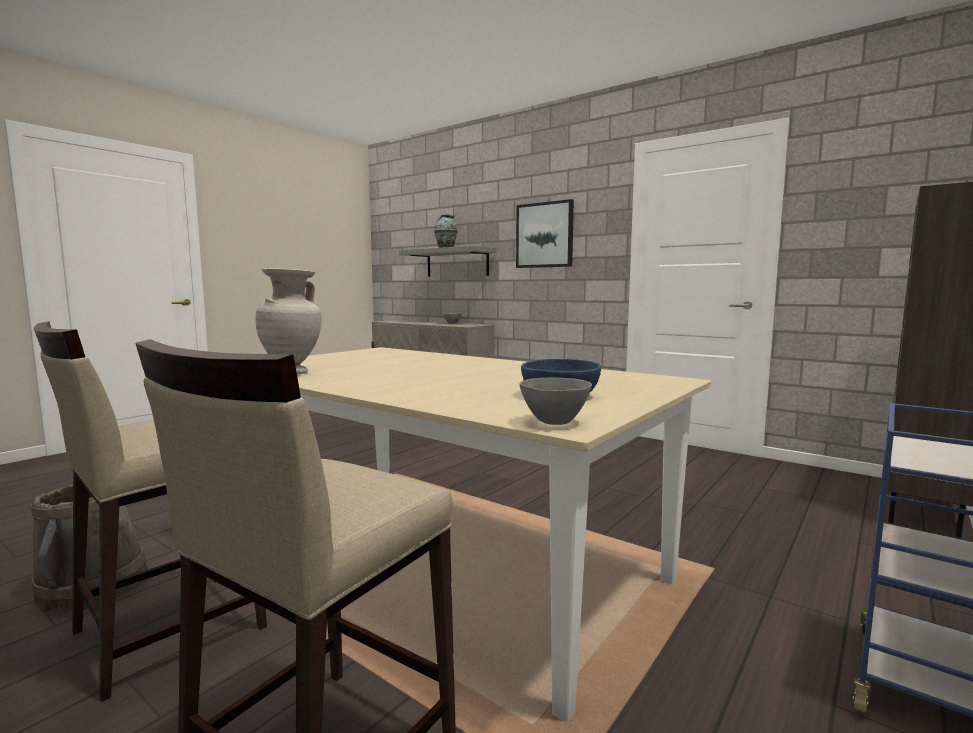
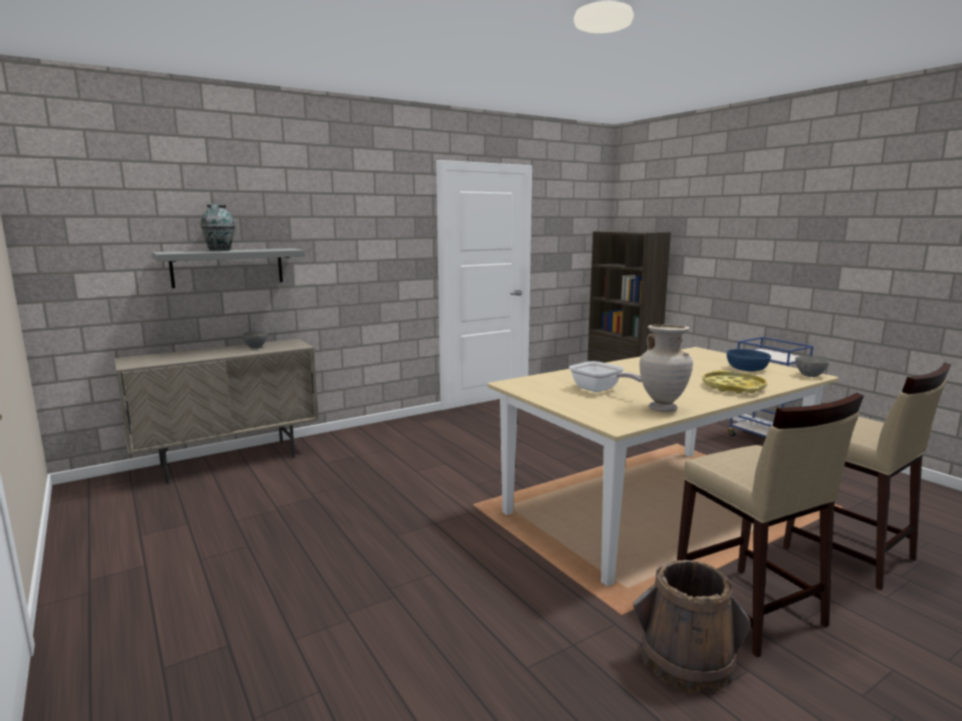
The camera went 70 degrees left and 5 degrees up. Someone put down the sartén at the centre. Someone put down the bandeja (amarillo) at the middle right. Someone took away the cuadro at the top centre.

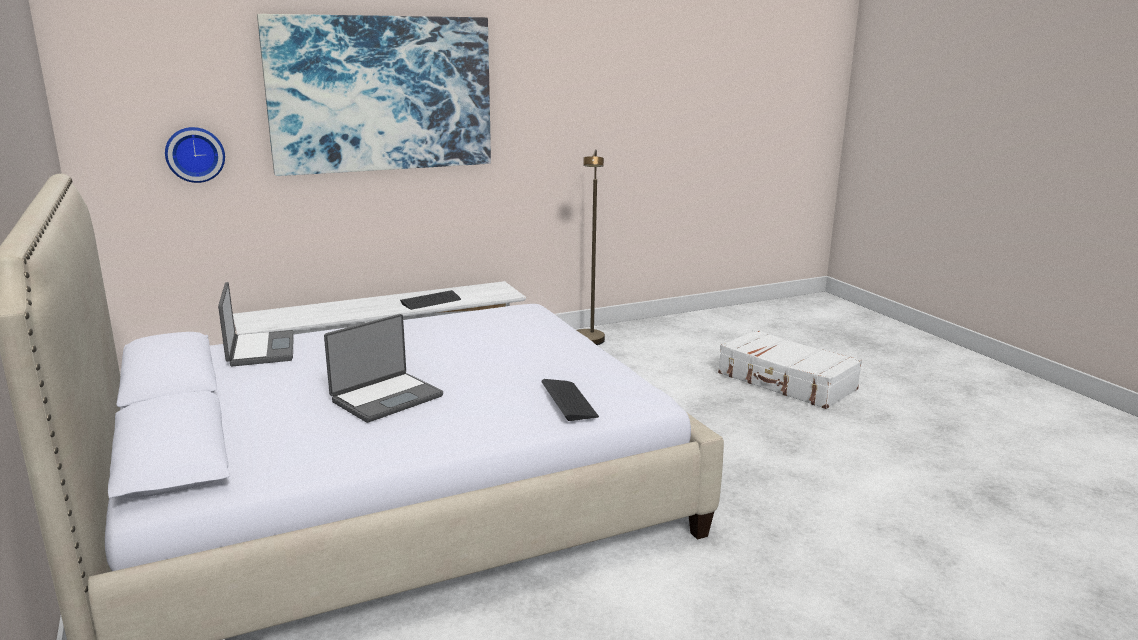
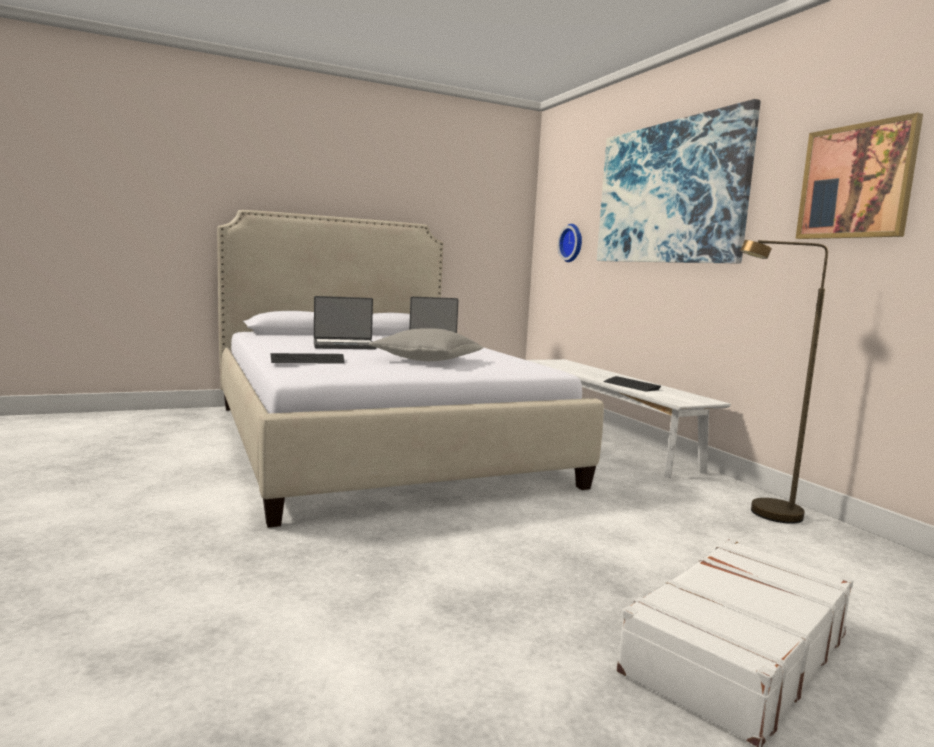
The camera went 90 degrees right and 10 degrees down. Someone rotated the portátil (no. 2 from left in the first image) at the centre by 60 degrees counterclockwise. Someone put down the cojín (gris) at the centre. Someone put up the cuadro (no. 2 from left) at the top right.

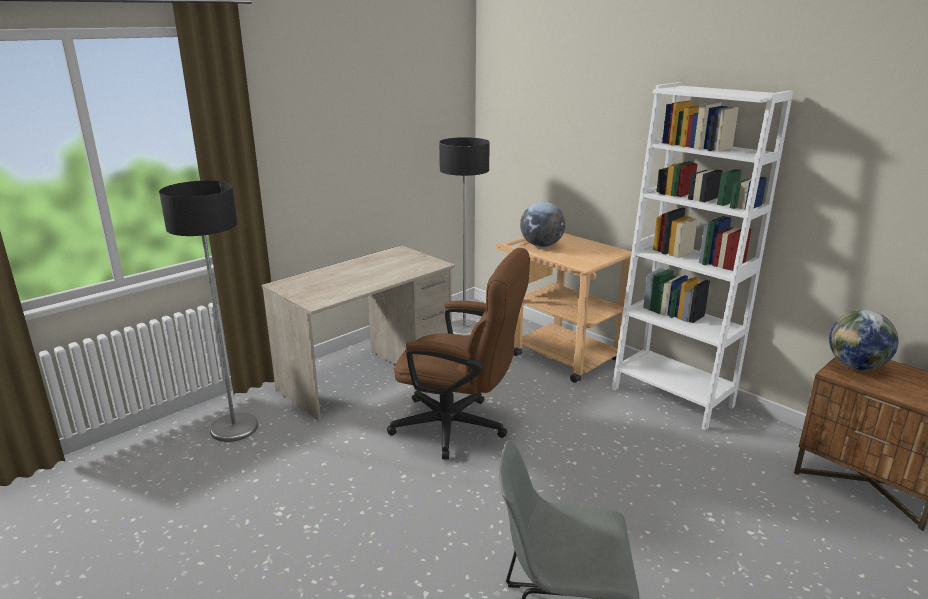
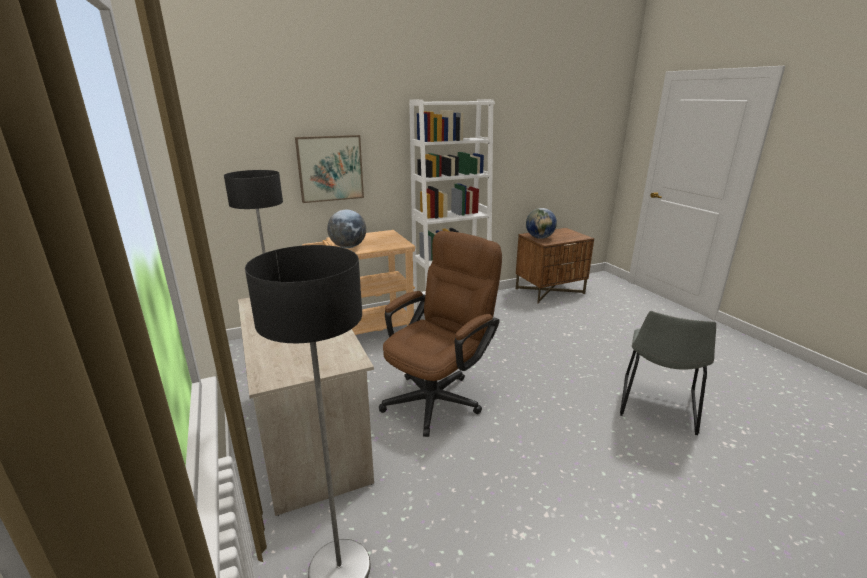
The camera went 70 degrees left and 0 degrees up. Someone put up the cuadro at the top centre.

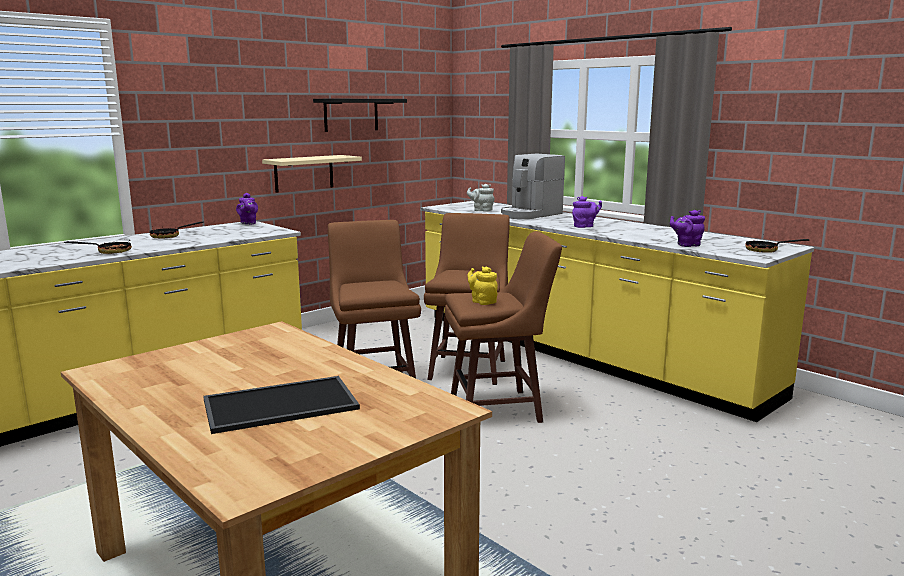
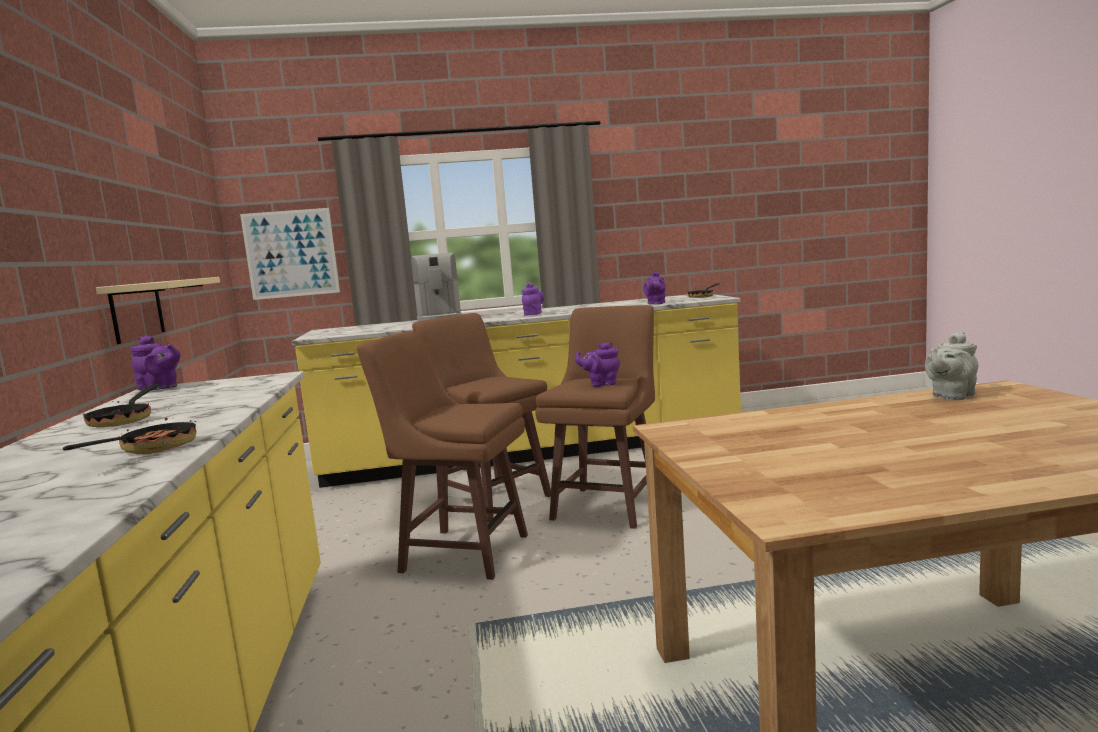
The camera went 55 degrees left and 5 degrees down. Someone put up the cuadro at the middle left. Someone repainted the tetera (amarillo) at the centre, which became the tetera (morado) (no. 3 from left) at the centre. Someone carried the tetera (gris) from the centre to the middle right. Someone took away the bandeja at the bottom left. Someone took away the estante (negro) at the top centre.

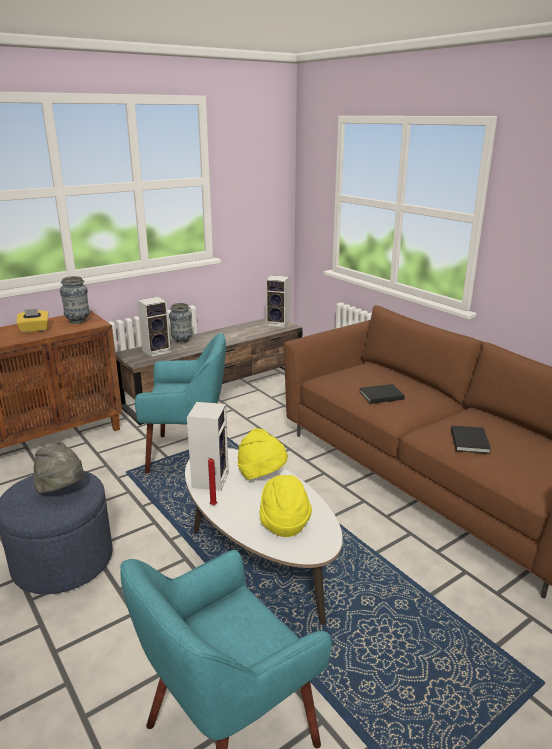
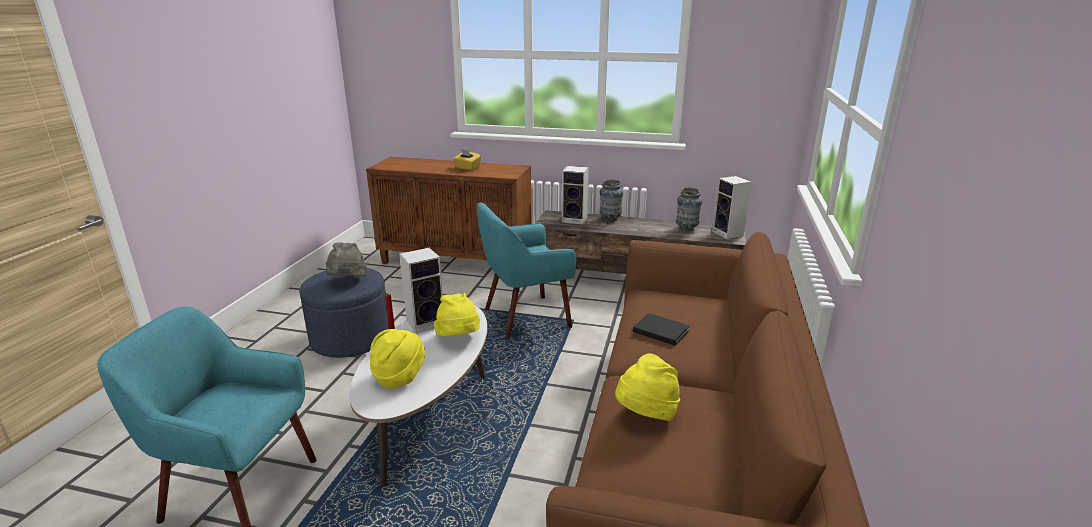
The camera went 50 degrees right and 0 degrees up. Someone rotated the sillón (turquesa) (no. 1 from left in the first image) at the middle left by 105 degrees clockwise. Someone swapped the libro (negro) (no. 2 from left) at the middle right for the sombrero (amarillo) (no. 3 from left) at the bottom centre. Someone carried the florero (no. 1 from left in the first image) from the middle left to the centre.

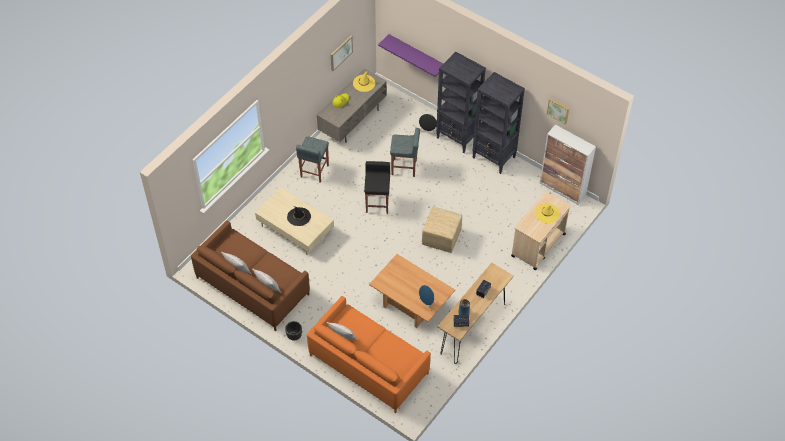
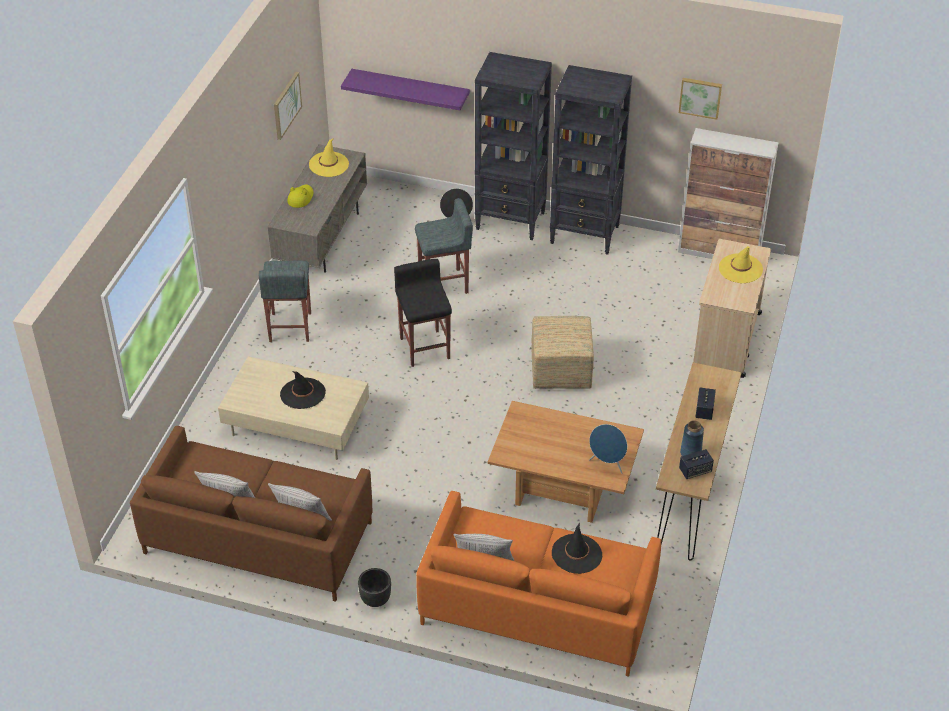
The camera went 20 degrees left and 10 degrees down. Someone put down the sombrero (negro) (no. 2 from left) at the bottom centre.

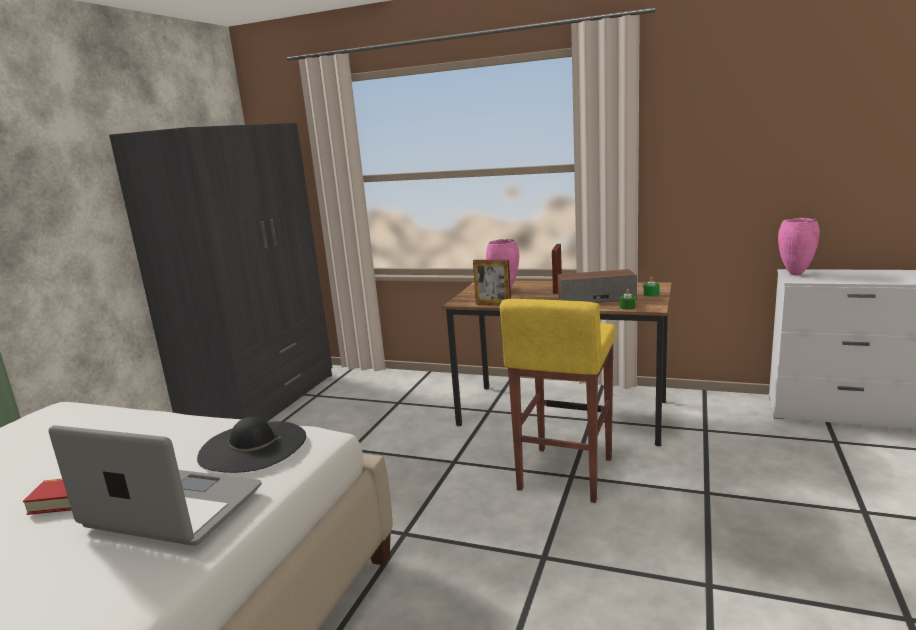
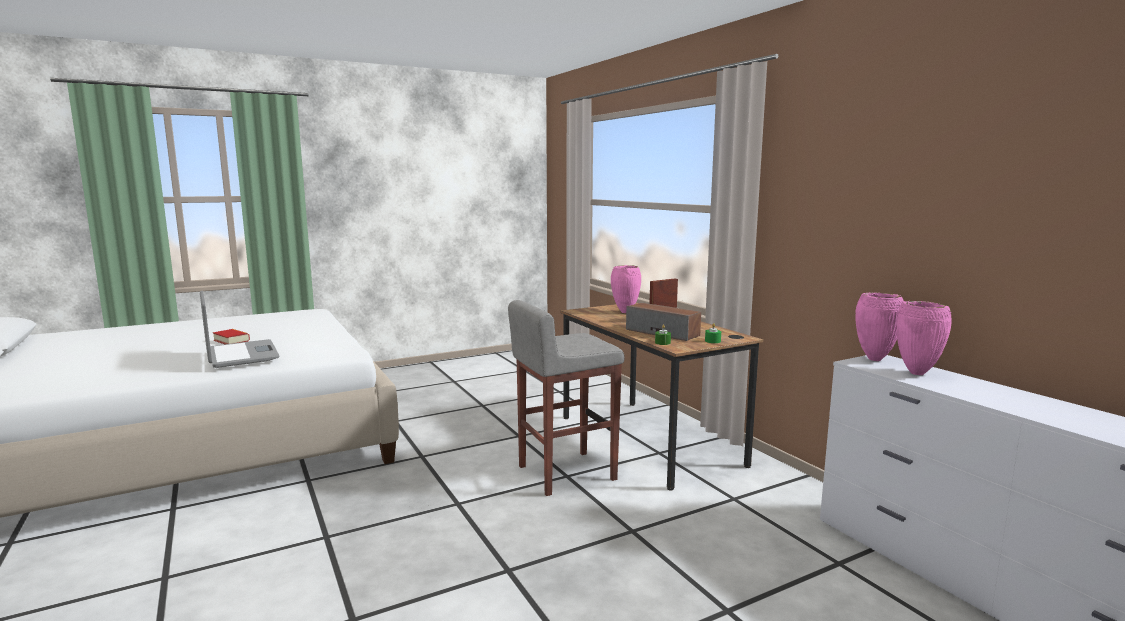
The camera went 40 degrees right and 5 degrees down. Someone repainted the taburete (amarillo) at the centre, which became the taburete (gris) at the centre. Someone put down the florero (rosa) (no. 3 from left) at the middle right. Someone took away the armario ropero (gris) at the middle left. Someone took away the sombrero (negro) at the bottom left. Someone took away the portarretratos (no. 1 from left) at the centre.

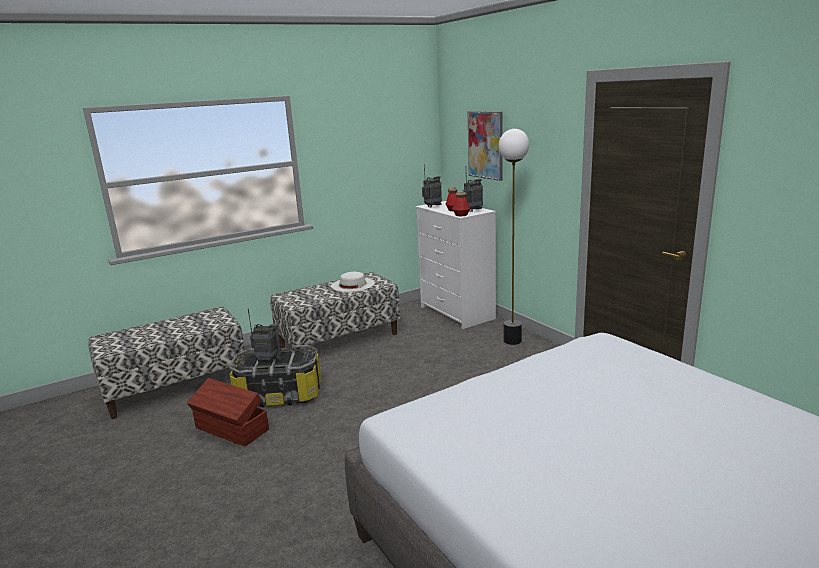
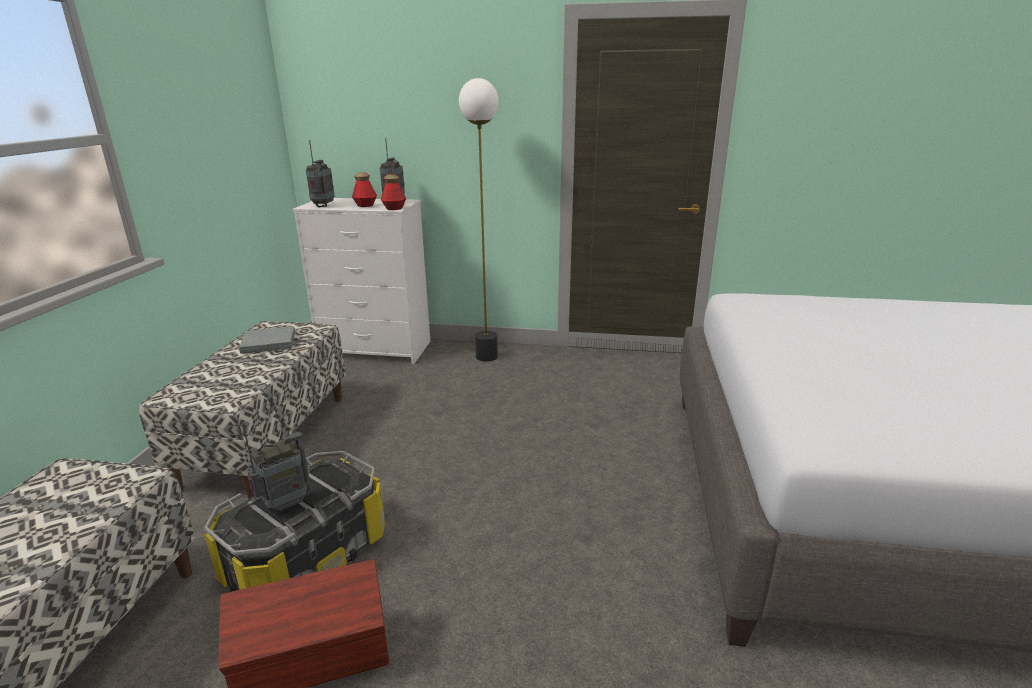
The camera went 50 degrees left and 5 degrees up. Someone swapped the sombrero (blanco) at the centre for the libro (gris) at the middle left. Someone took away the cuadro at the top centre.

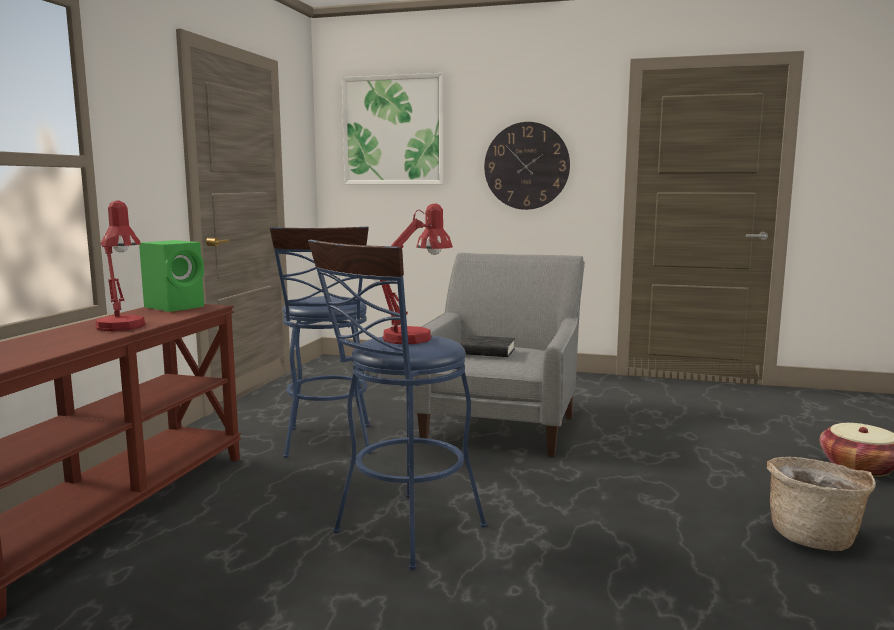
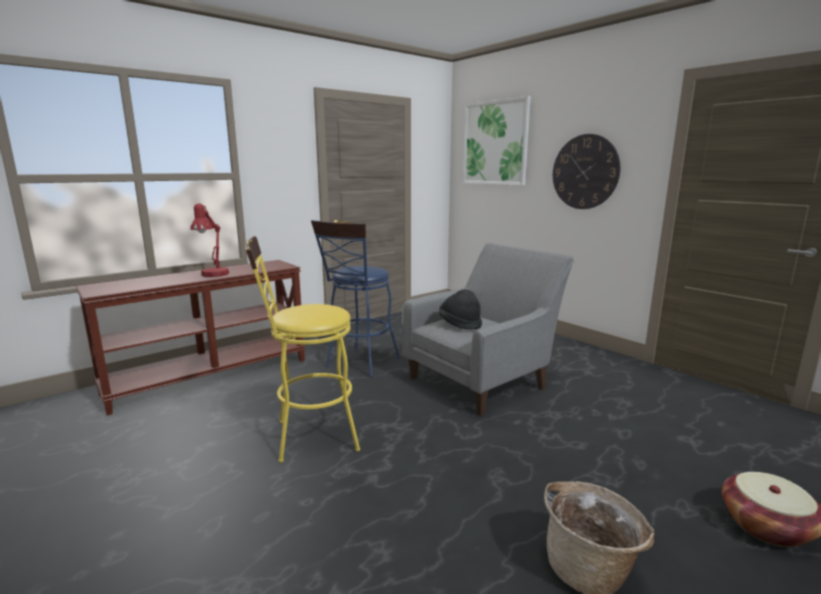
The camera went 35 degrees right and 5 degrees up. Someone repainted the taburete (azul) (no. 2 from left) at the centre, which became the taburete (amarillo) at the centre. Someone swapped the libro (negro) at the centre for the sombrero (negro) at the centre. Someone took away the altavoz (verde) at the middle left. Someone took away the lámpara de mesa (rojo) (no. 2 from left) at the centre.

